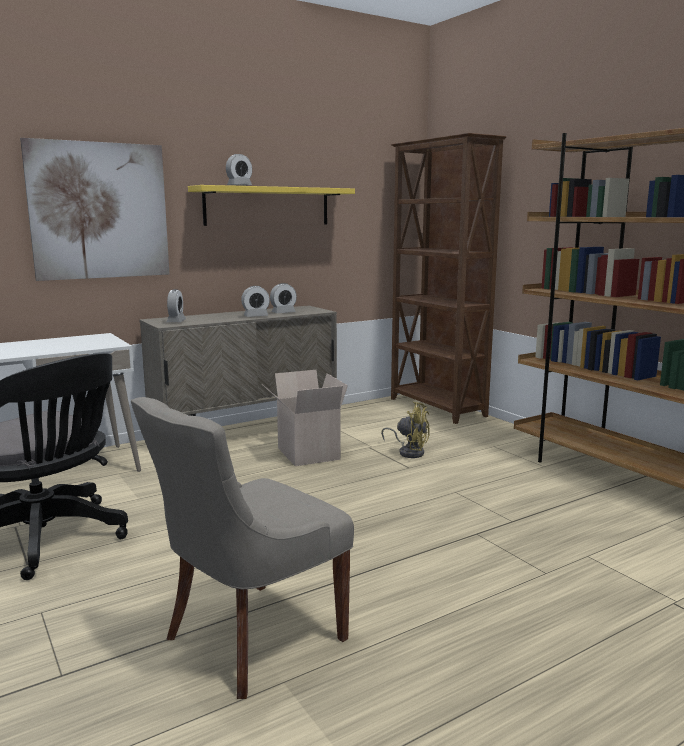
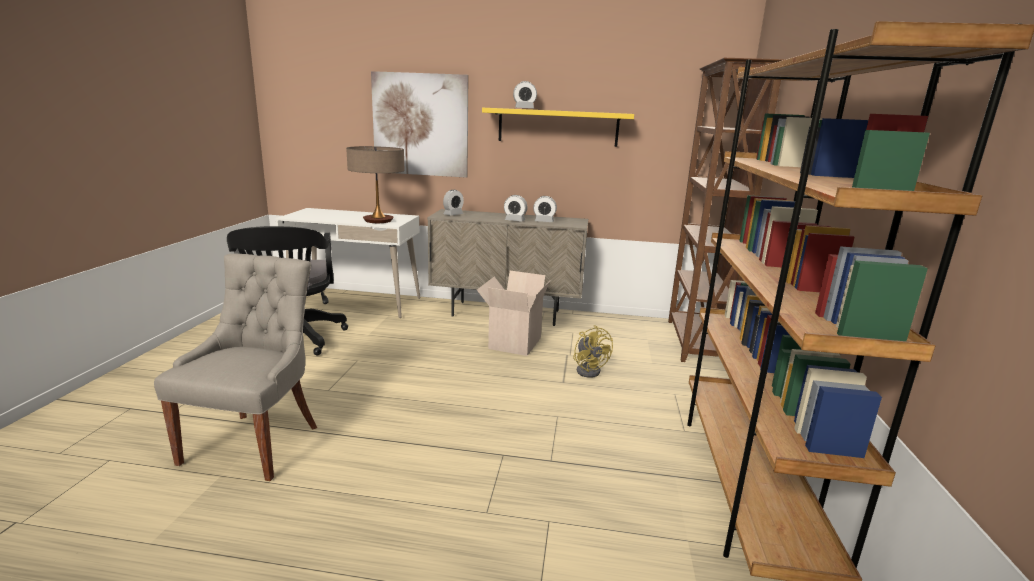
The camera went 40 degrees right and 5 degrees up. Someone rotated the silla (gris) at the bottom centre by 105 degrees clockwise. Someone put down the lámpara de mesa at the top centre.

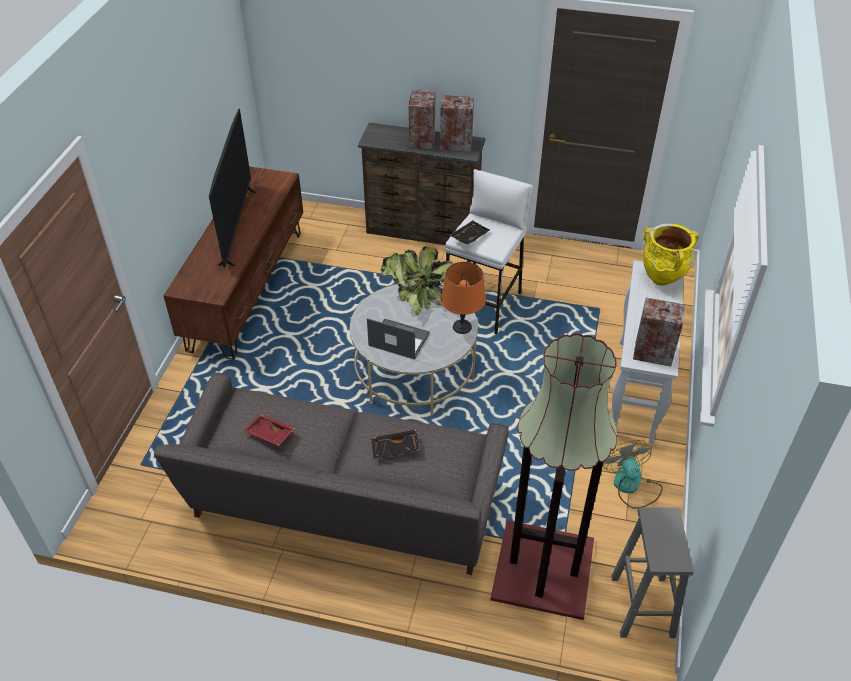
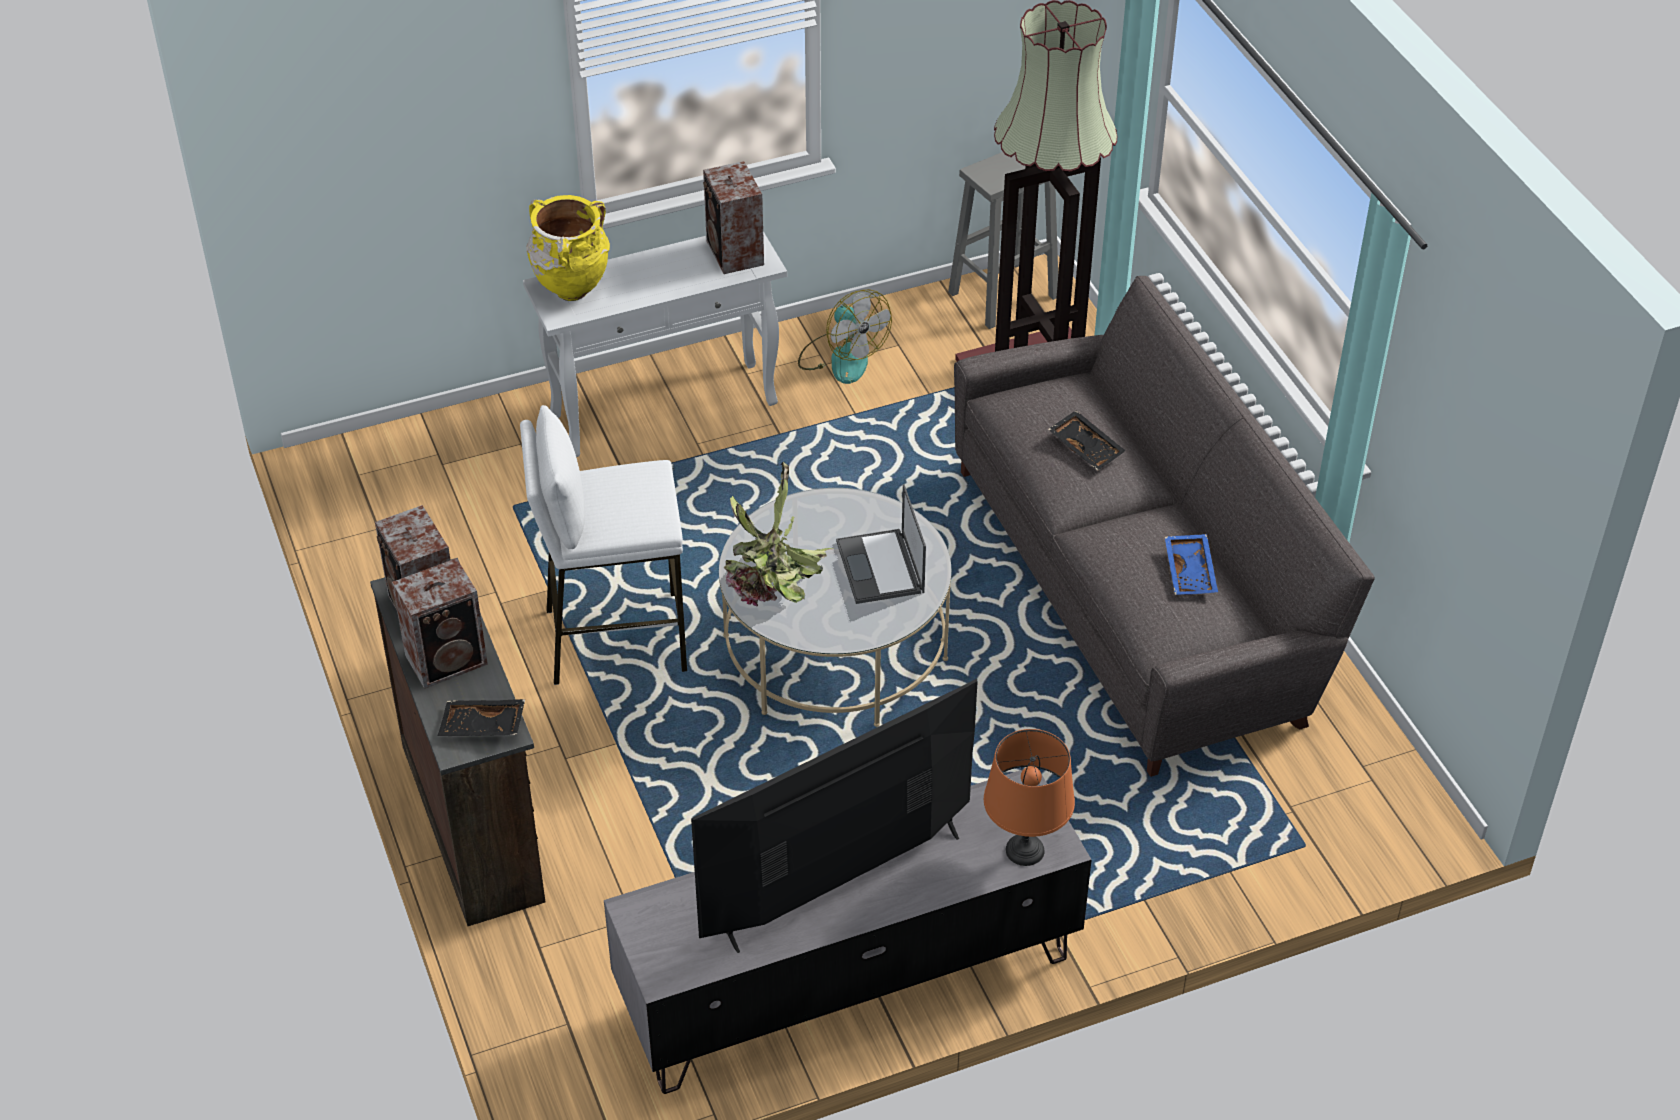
The camera went 125 degrees left and 0 degrees up. Someone carried the bandeja (negro) (no. 2 from left in the first image) from the centre to the middle left. Someone repainted the mueble de televisión (marrón) at the middle left, which became the mueble de televisión (gris) at the bottom centre. Someone rotated the ventilador at the bottom right by 75 degrees counterclockwise. Someone carried the lámpara de mesa (naranja) from the centre to the bottom centre. Someone repainted the bandeja (rojo) at the middle left, which became the bandeja (azul) at the middle right.

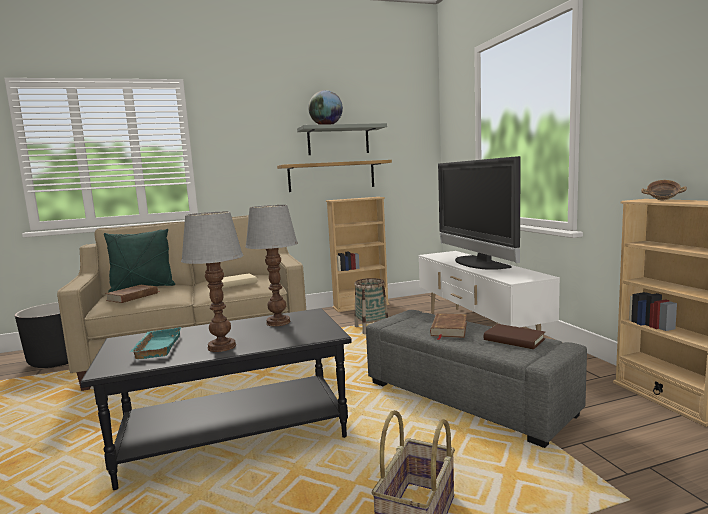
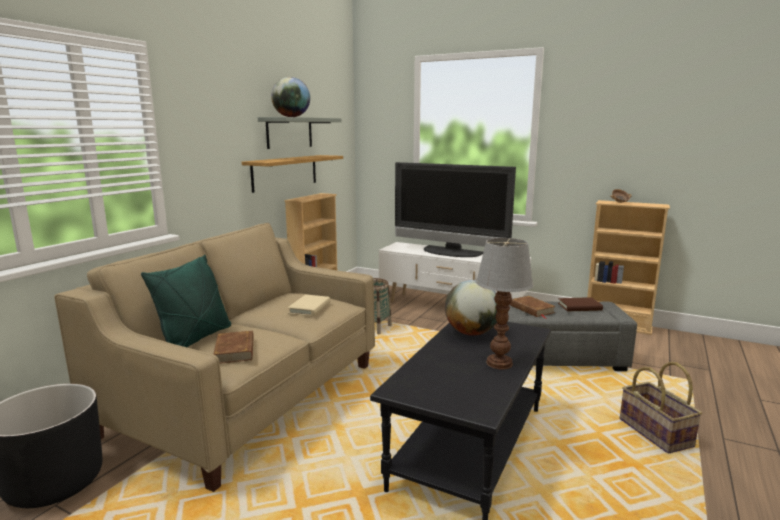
The camera went 45 degrees left and 5 degrees up. Someone swapped the lámpara de mesa (no. 2 from left) at the centre for the globo terráqueo (no. 2 from left) at the centre. Someone took away the bandeja (turquesa) at the bottom left.

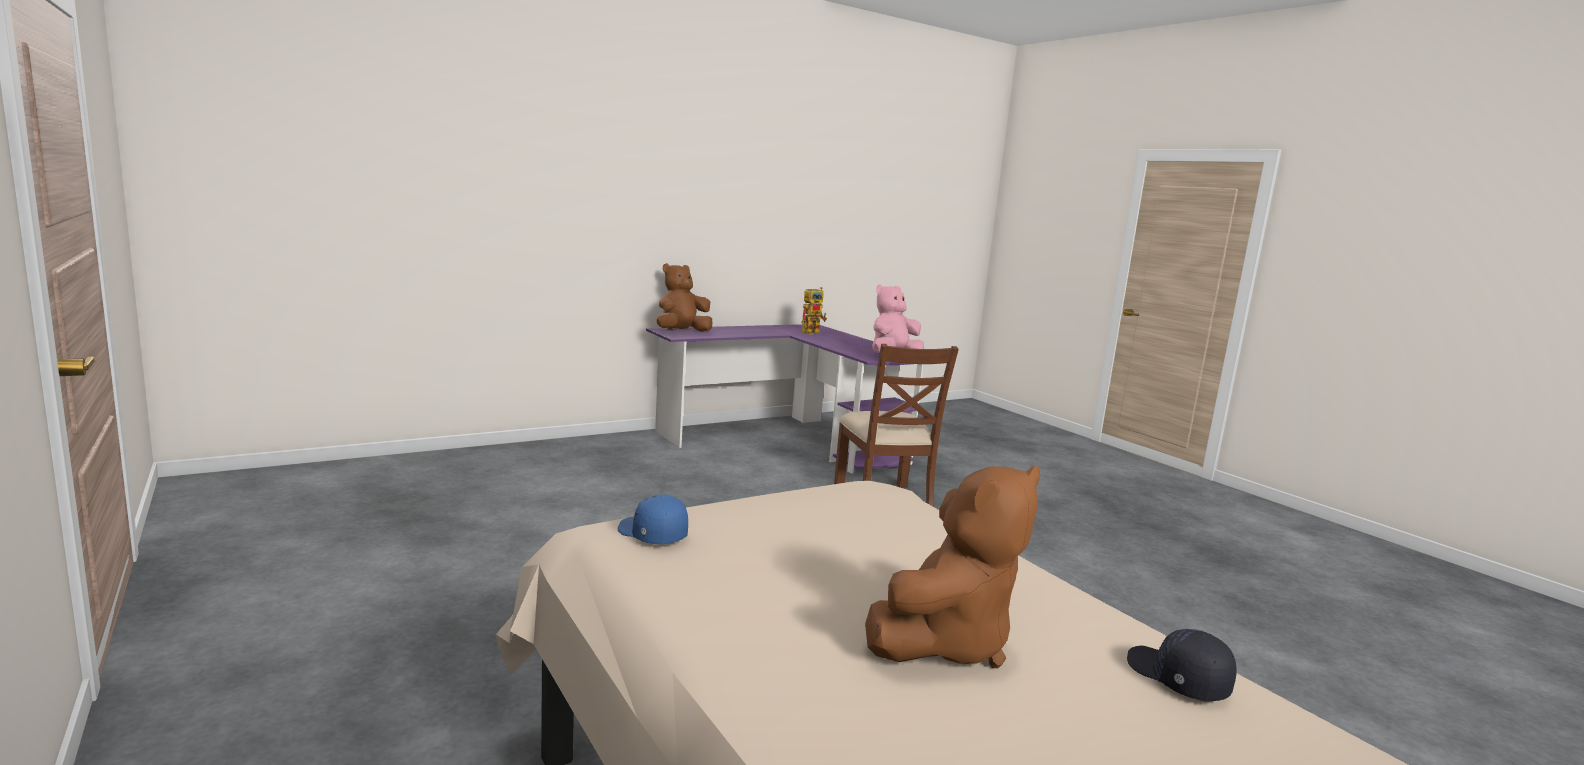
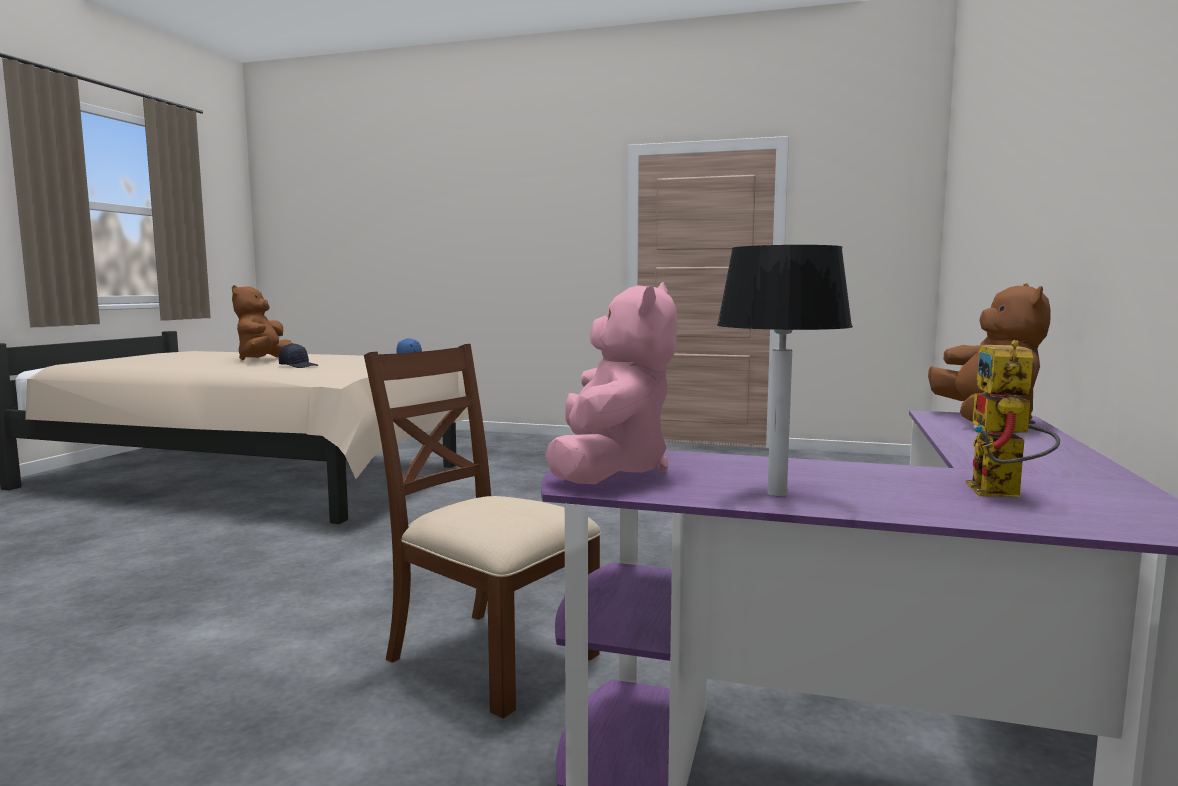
The camera went 140 degrees right and 5 degrees down. Someone carried the gorra (negro) from the bottom right to the middle left. Someone put down the lámpara de mesa at the centre.

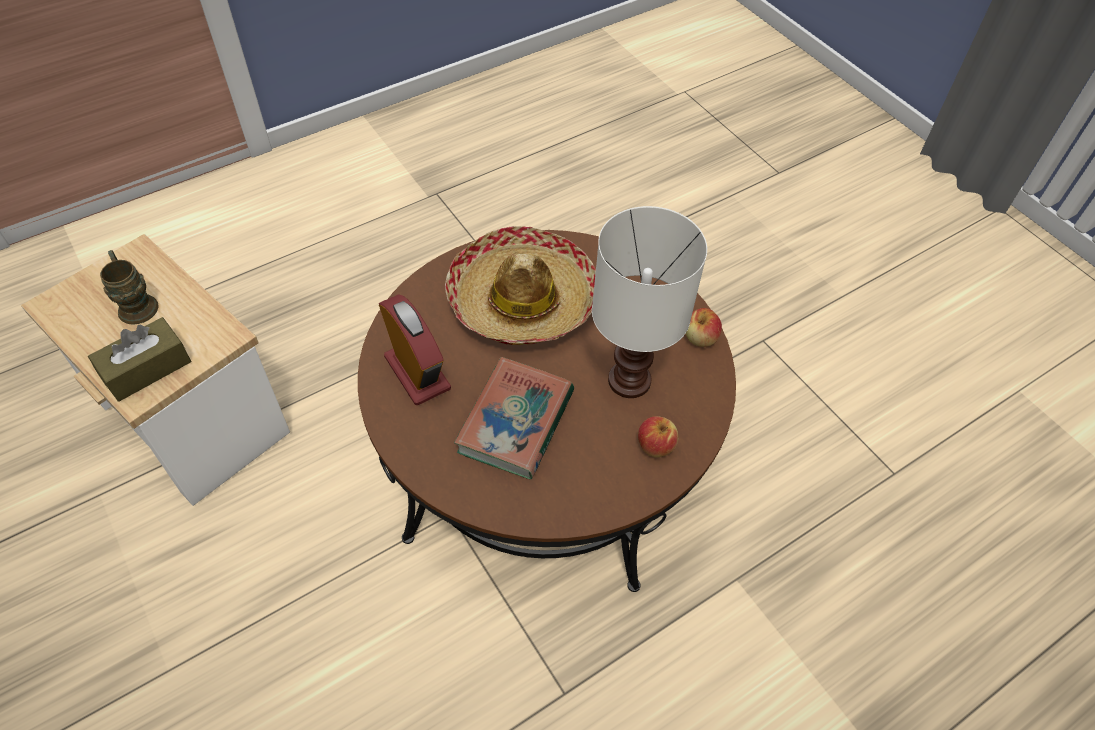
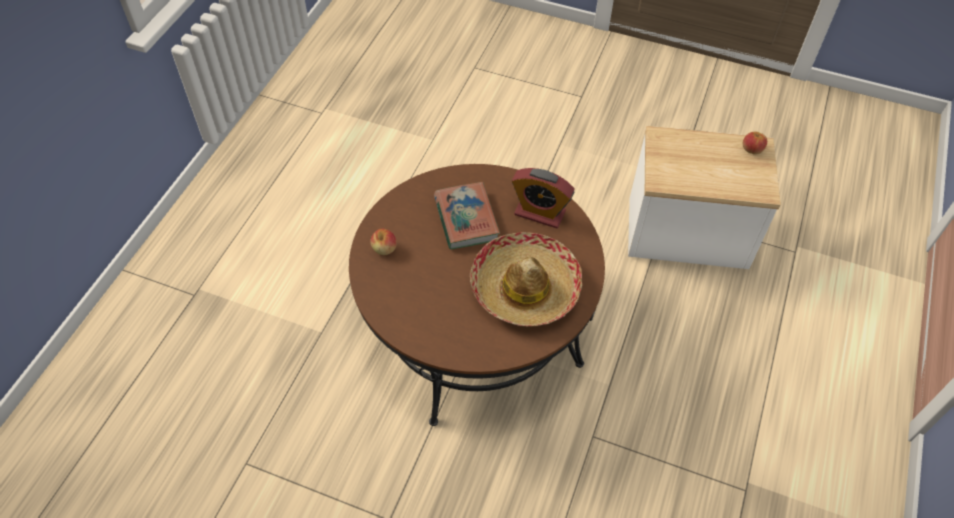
The camera went 145 degrees right and 0 degrees up. Someone carried the manzana (no. 2 from left) from the centre to the top right. Someone took away the caja de pañuelos (marrón) at the middle left. Someone took away the taza grande (marrón) at the middle left. Someone took away the lámpara de mesa (blanco) at the centre.

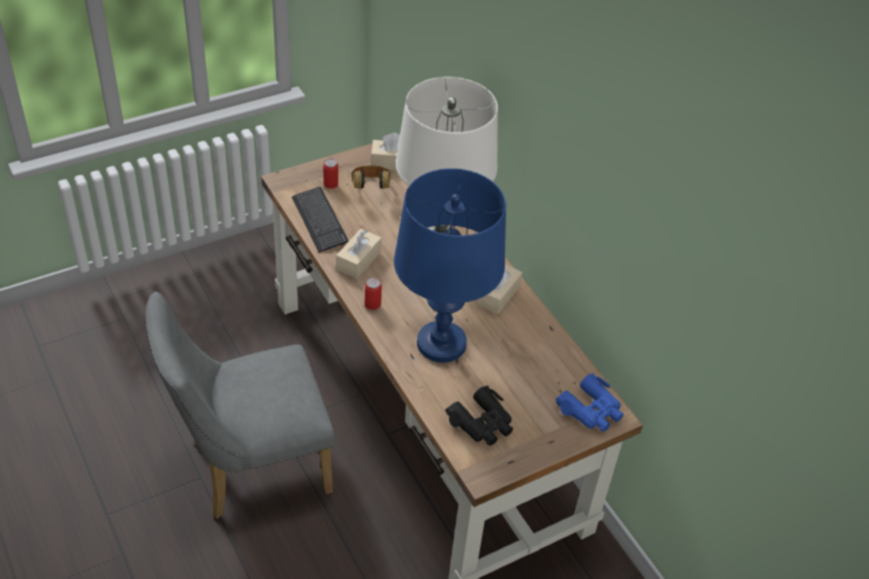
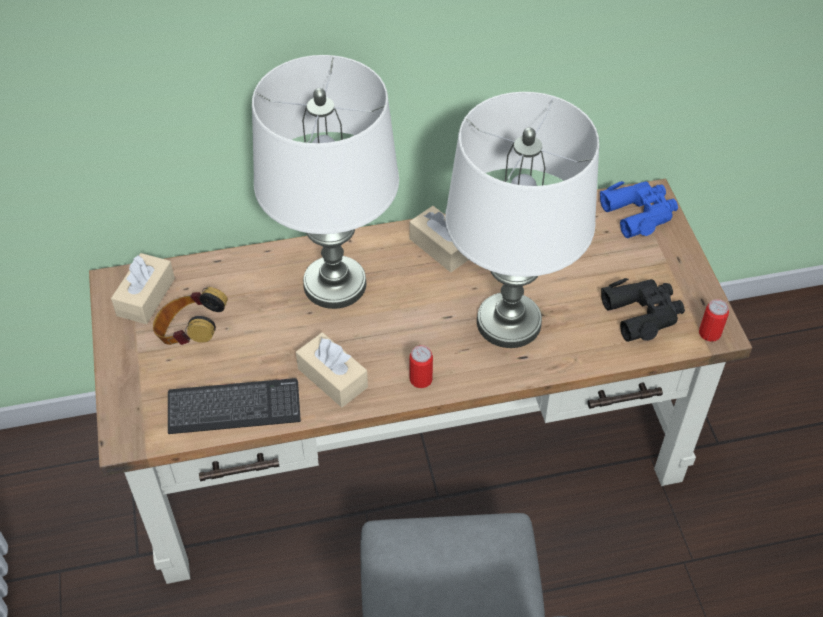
The camera went 70 degrees left and 5 degrees up. Someone repainted the lámpara de mesa (azul) at the centre, which became the lámpara de mesa (blanco) (no. 2 from left) at the centre. Someone carried the lata (no. 1 from left in the first image) from the top centre to the middle right.

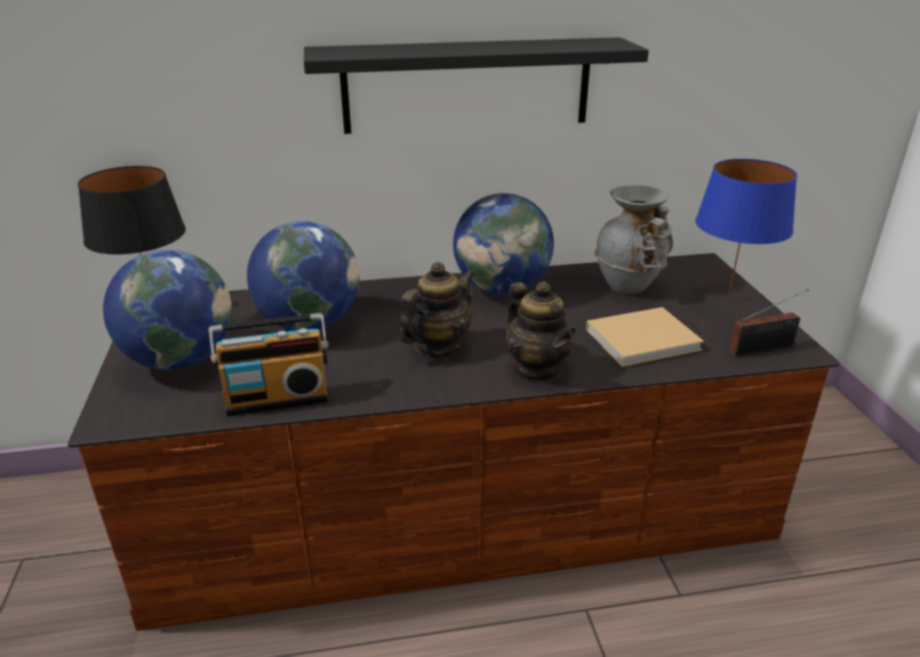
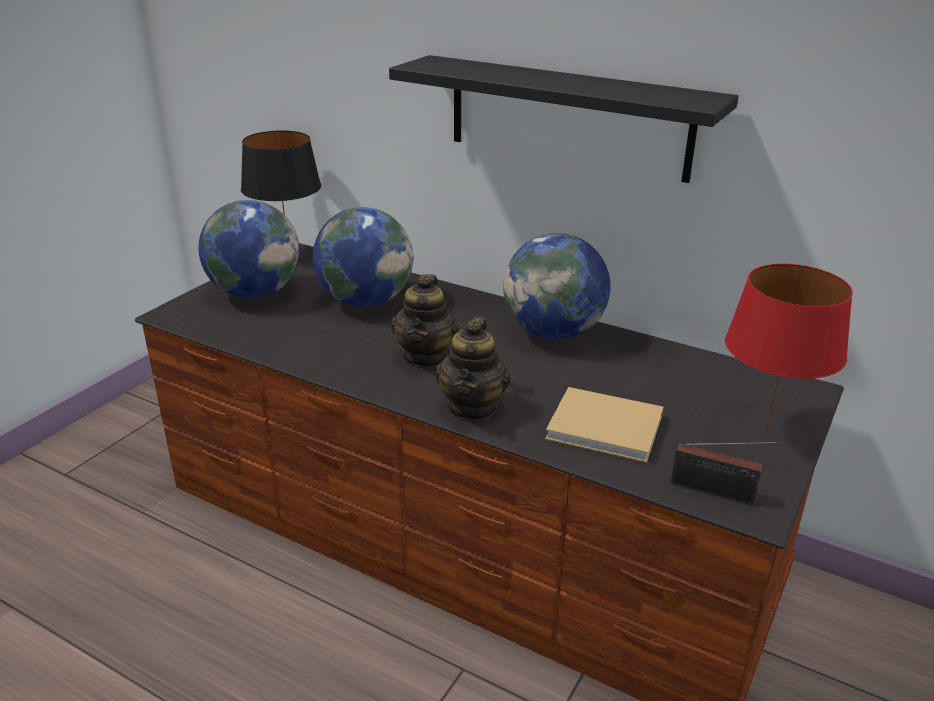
The camera went 40 degrees right and 0 degrees up. Someone rotated the tetera (no. 1 from left) at the centre by 105 degrees clockwise. Someone repainted the lámpara de mesa (azul) at the middle right, which became the lámpara de mesa (rojo) at the middle right. Someone took away the radio (no. 1 from left) at the middle left. Someone took away the florero (gris) at the middle right.

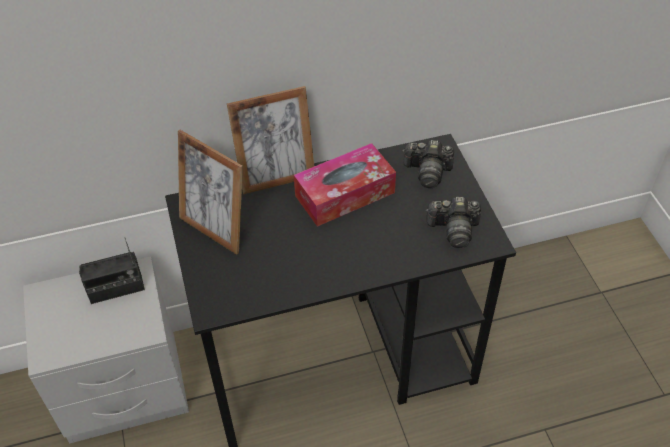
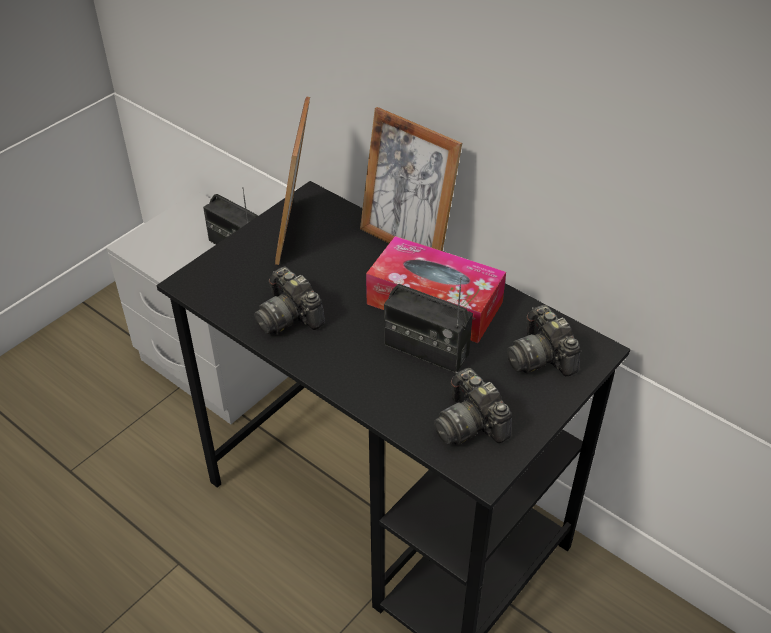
The camera went 55 degrees right and 5 degrees down. Someone put down the cámara (no. 1 from left) at the centre. Someone put down the radio (no. 2 from left) at the centre.

